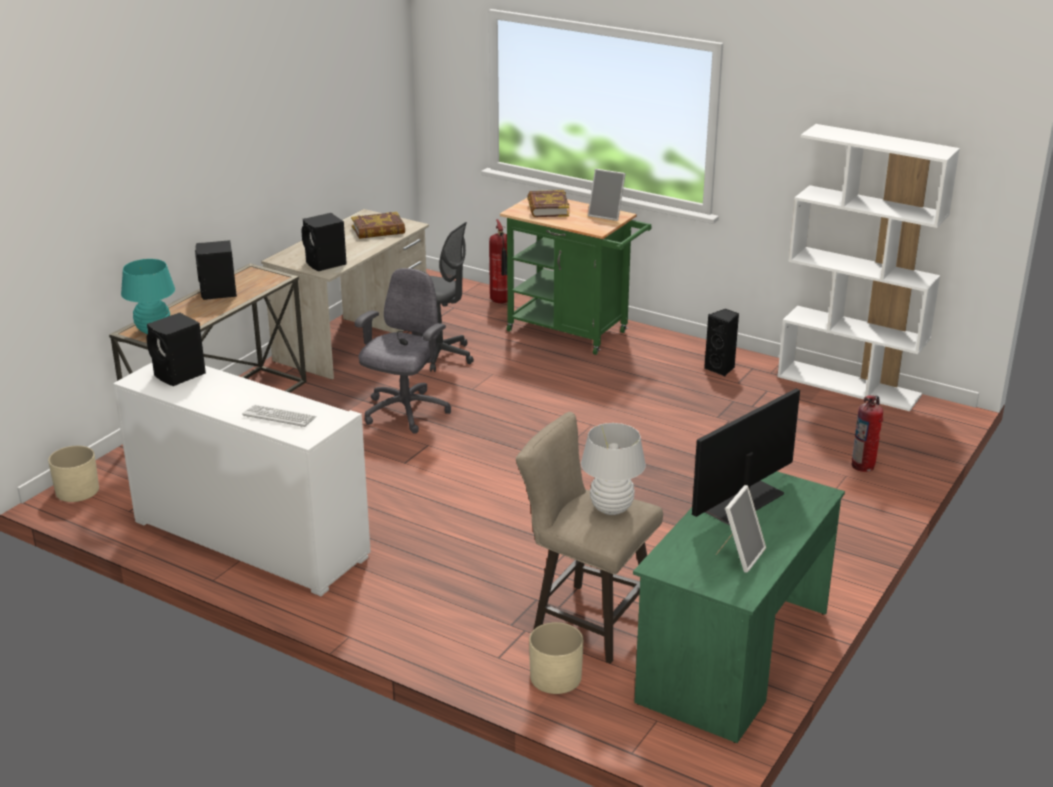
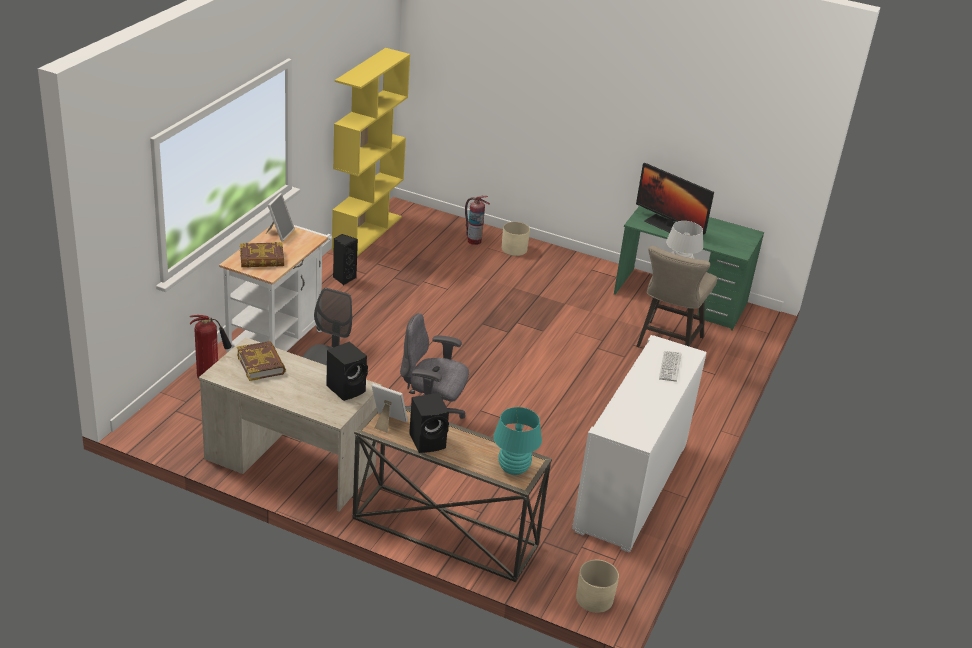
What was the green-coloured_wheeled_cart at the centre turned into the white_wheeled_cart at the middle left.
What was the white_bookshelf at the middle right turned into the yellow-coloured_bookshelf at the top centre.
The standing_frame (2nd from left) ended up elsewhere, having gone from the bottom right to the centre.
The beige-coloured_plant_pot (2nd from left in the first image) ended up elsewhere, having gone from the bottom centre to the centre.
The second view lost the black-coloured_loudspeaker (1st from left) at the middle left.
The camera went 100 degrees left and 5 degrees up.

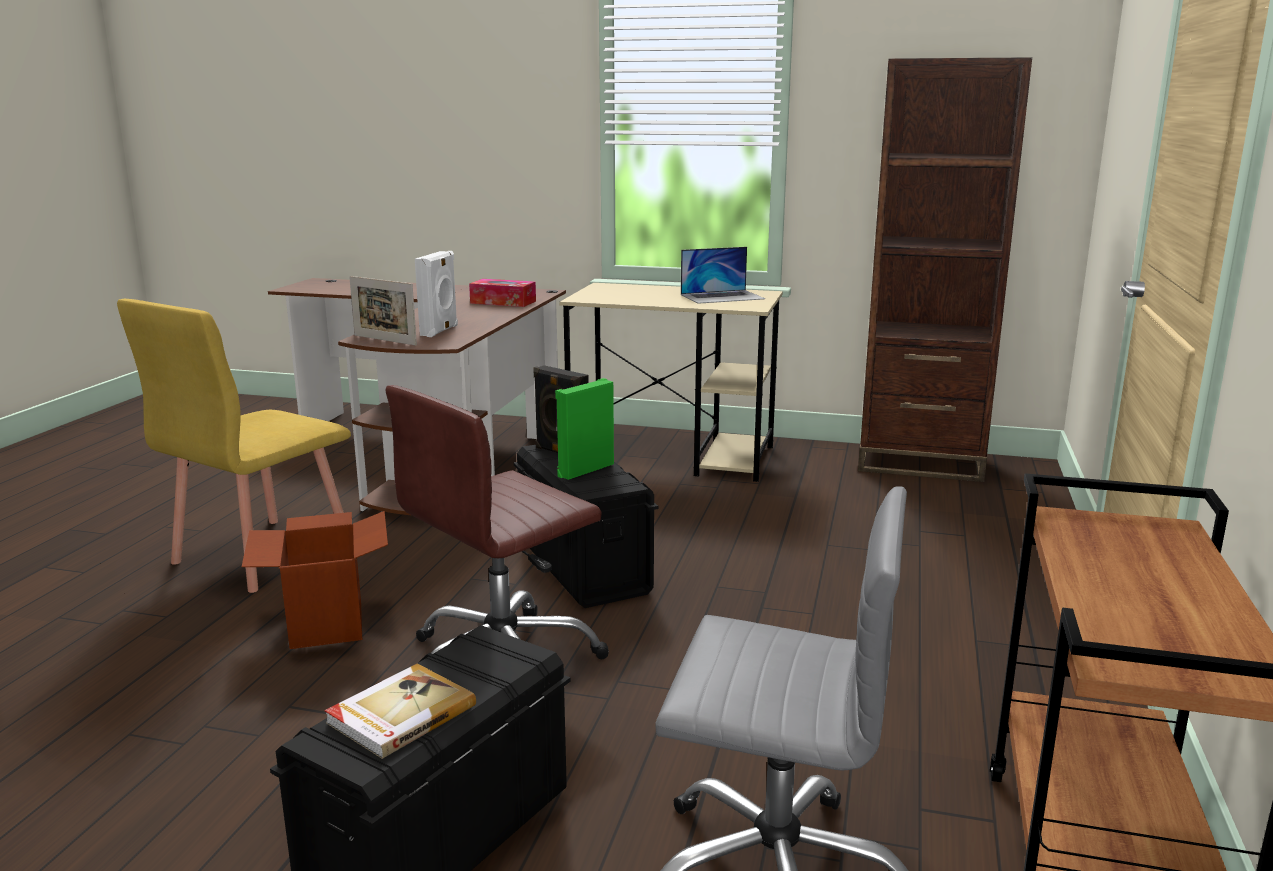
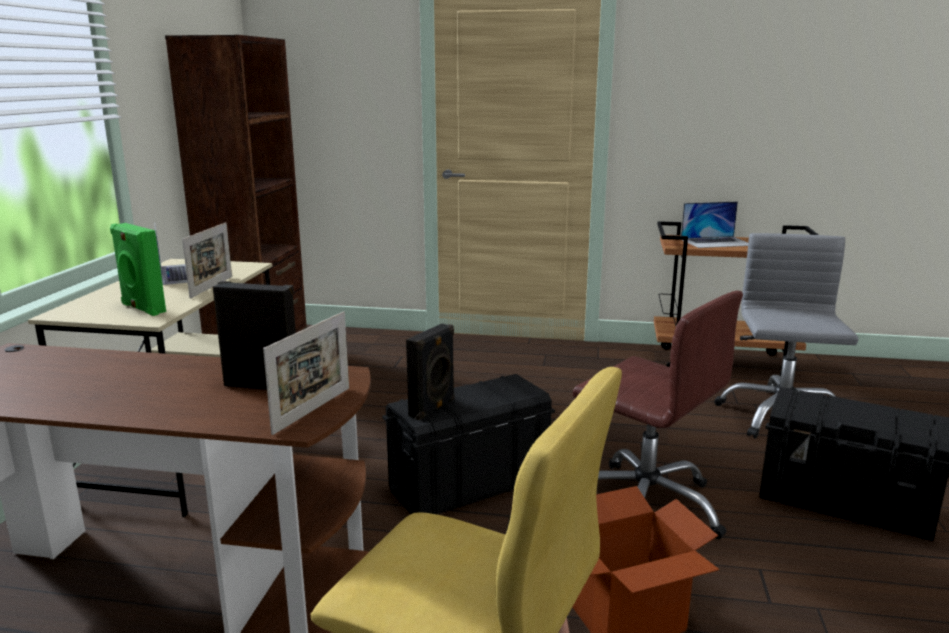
The green-coloured_loudspeaker ended up elsewhere, having gone from the centre to the middle left.
The second view gained the standing_frame (1st from left) at the middle left.
What was the white_loudspeaker at the centre turned into the black-coloured_loudspeaker (1st from left) at the middle left.
The second view gained the portable_computer (2nd from left) at the middle right.
The second view lost the bound_book at the bottom left.
The second view lost the tissue_box at the centre.
The camera went 95 degrees left and 0 degrees up.

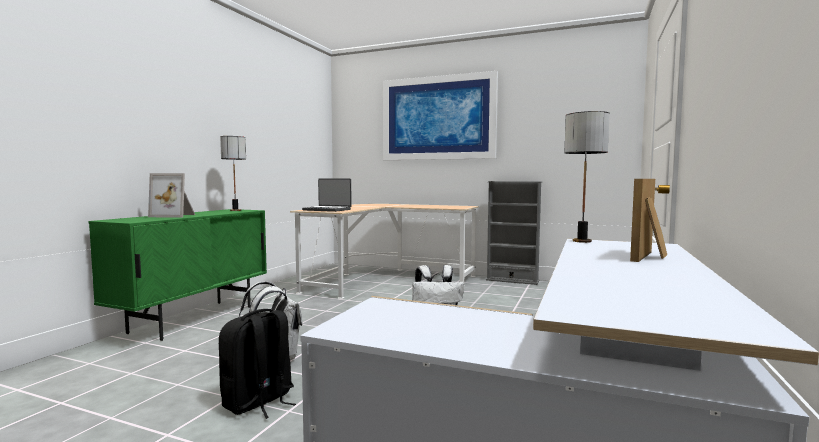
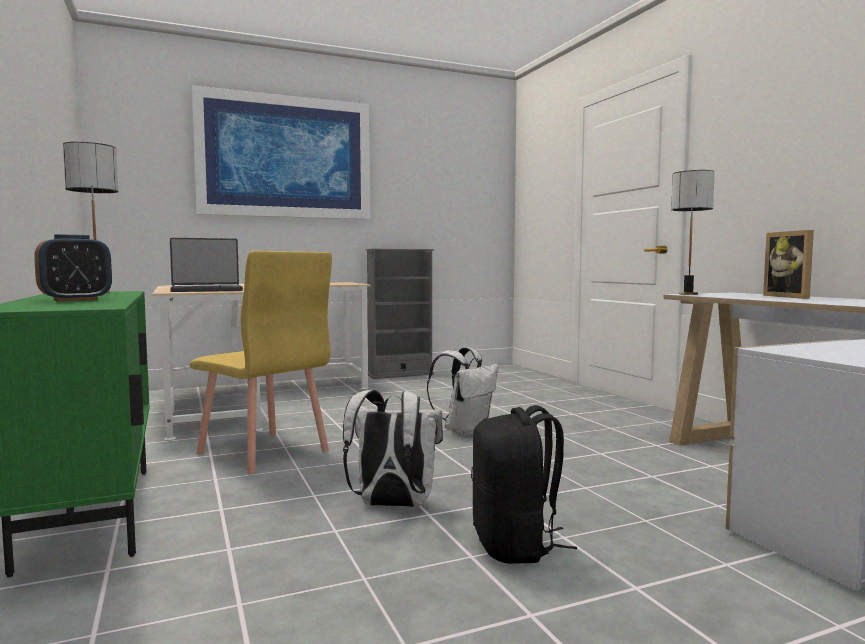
Where the standing_frame (1st from left) stood at the middle left, the bedside_clock came to stand at the middle left.
The second view gained the yellow-coloured_plain_chair at the middle left.
The camera went 45 degrees left and 0 degrees up.

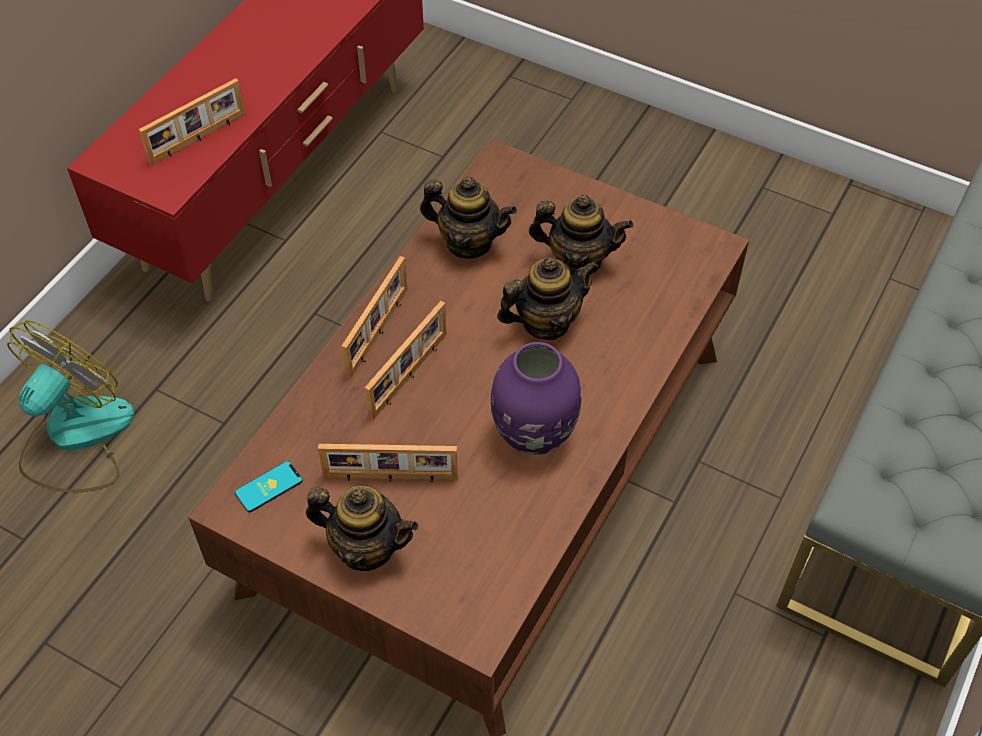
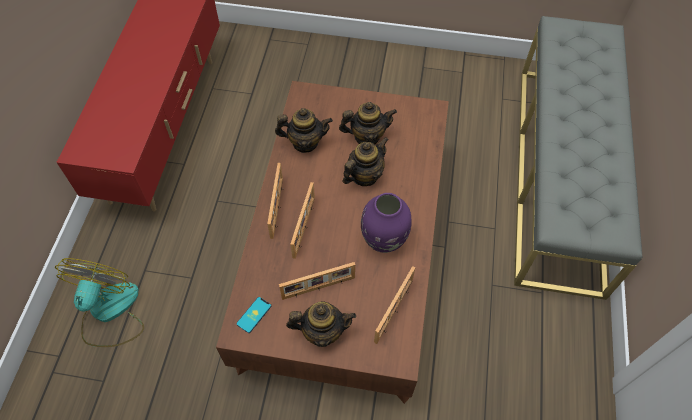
The standing_frame (1st from left in the first image) ended up elsewhere, having gone from the top left to the bottom centre.
The camera went 20 degrees left and 5 degrees up.

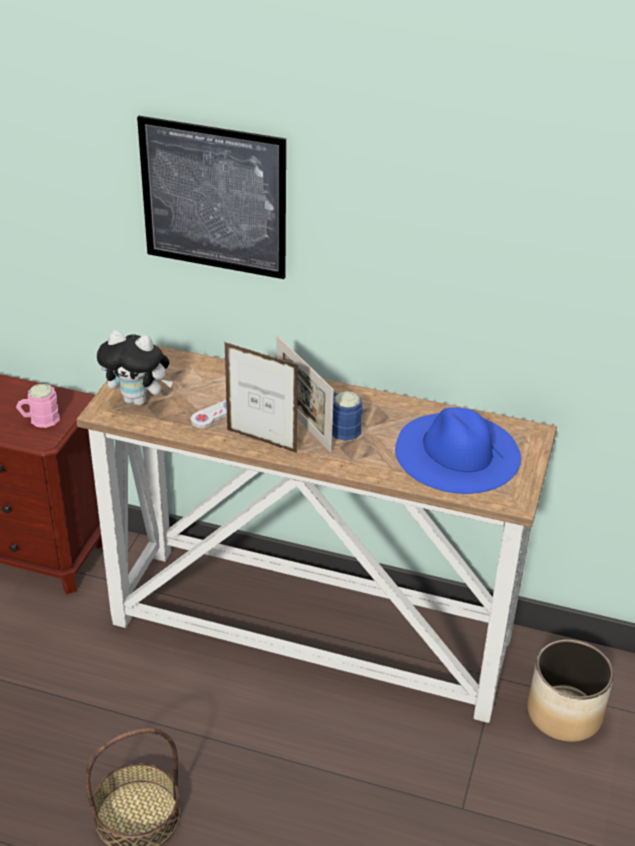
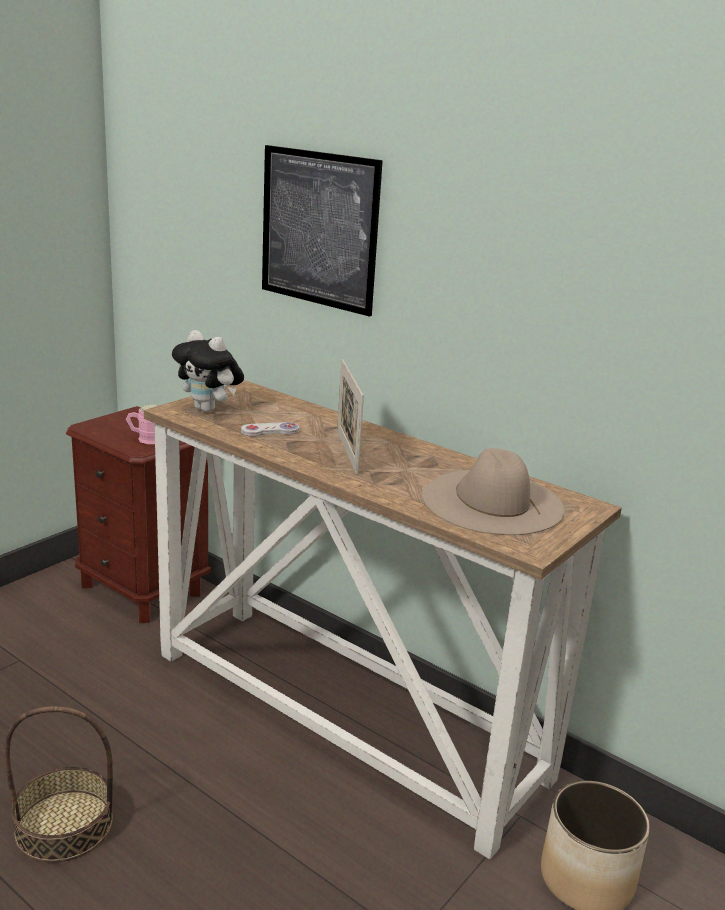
What was the blue_clothing_hat at the middle right turned into the beige-coloured_clothing_hat at the middle right.
The second view lost the standing_frame (1st from left) at the centre.
The second view lost the blue_mug at the centre.
The camera went 20 degrees right and 15 degrees down.

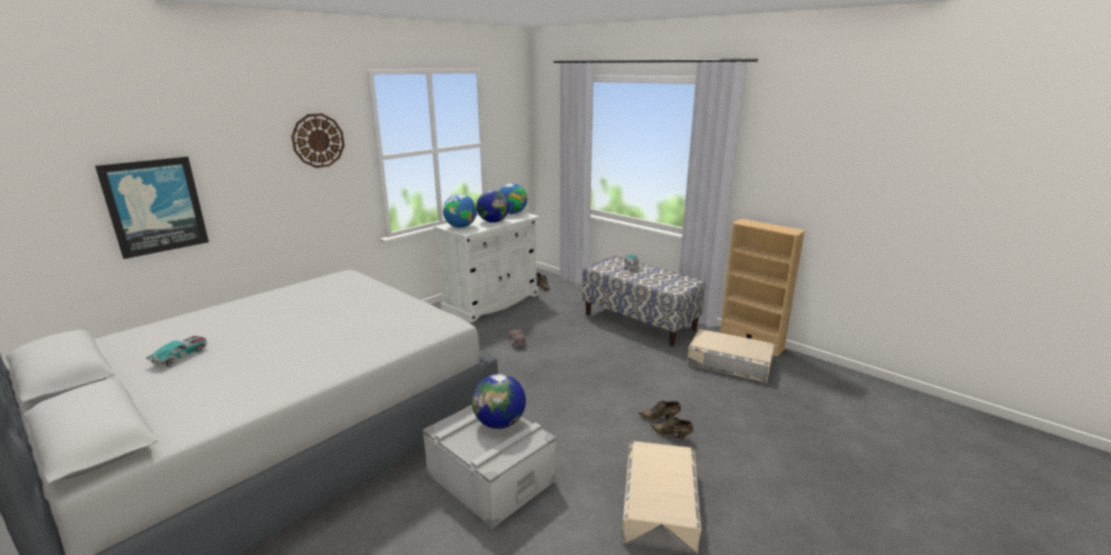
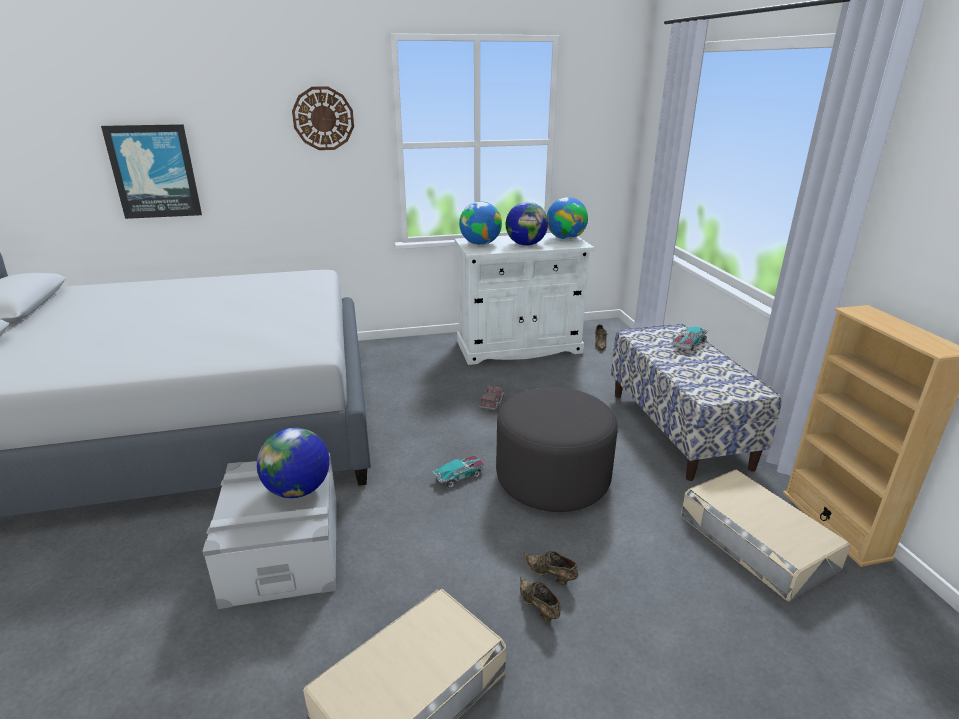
The toy_car (1st from left) ended up elsewhere, having gone from the middle left to the centre.
The second view gained the gray_footrest at the centre.
The camera went 35 degrees right and 5 degrees up.

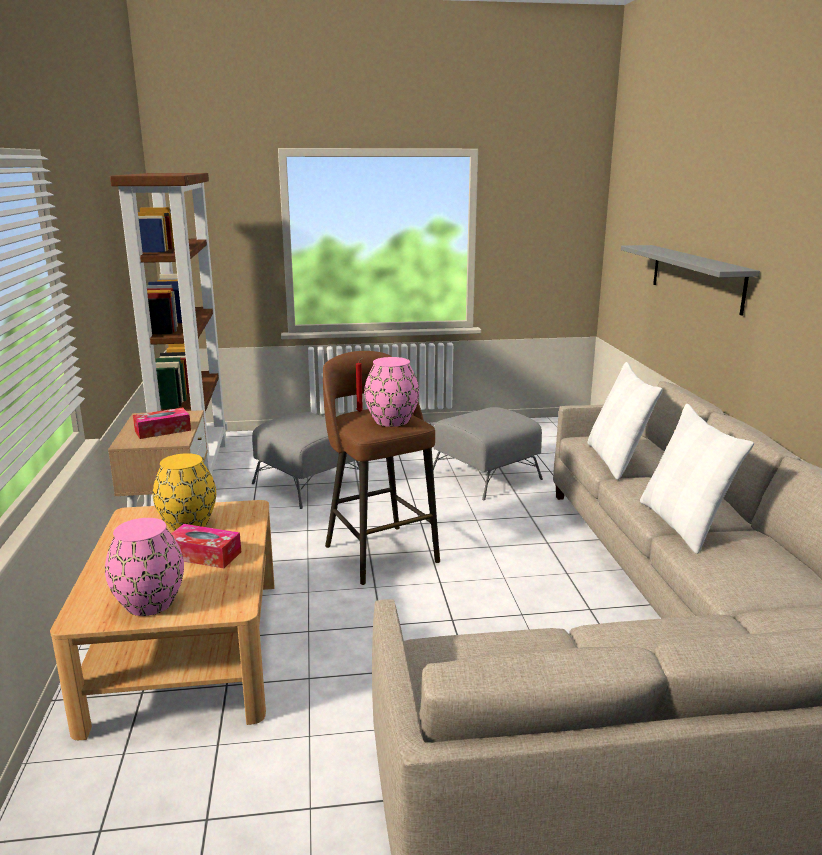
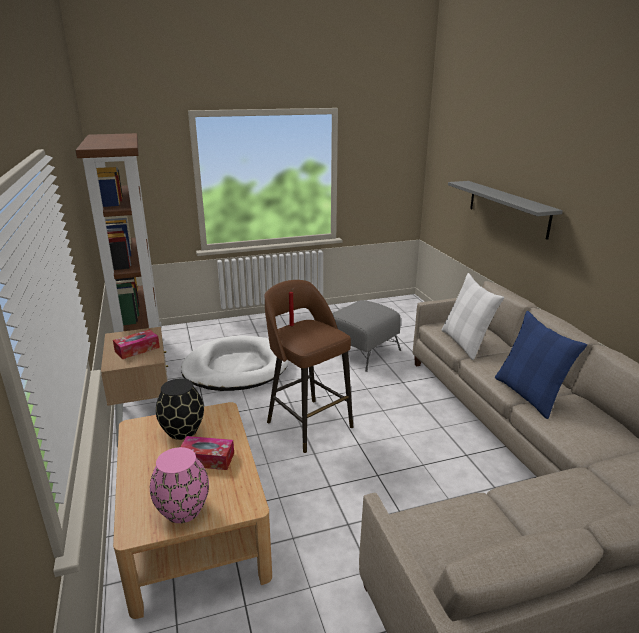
What was the yellow-coloured_vase at the middle left turned into the black-coloured_vase at the middle left.
Where the gray_footrest (1st from left) stood at the centre, the white_dog_cushion came to stand at the centre.
What was the white_cushion (2nd from left) at the middle right turned into the blue_cushion at the middle right.
The second view lost the pinkish_vase (2nd from left) at the centre.
The camera went 10 degrees left and 5 degrees up.

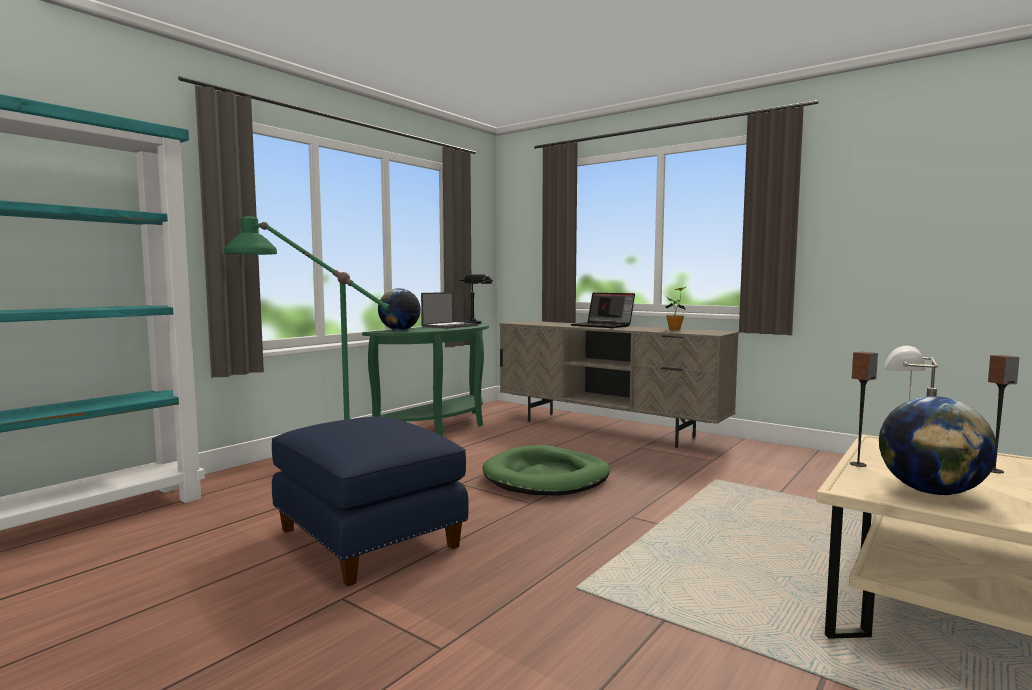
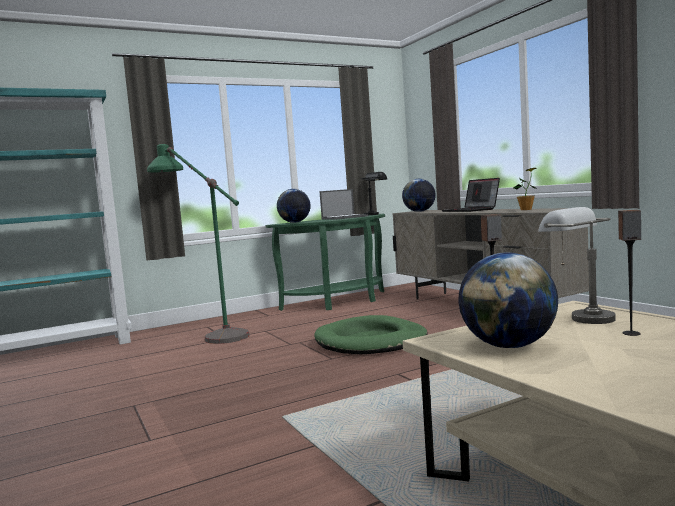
The second view gained the world_globe (2nd from left) at the centre.
The second view lost the blue_footrest at the bottom centre.
The camera went 25 degrees right and 0 degrees up.

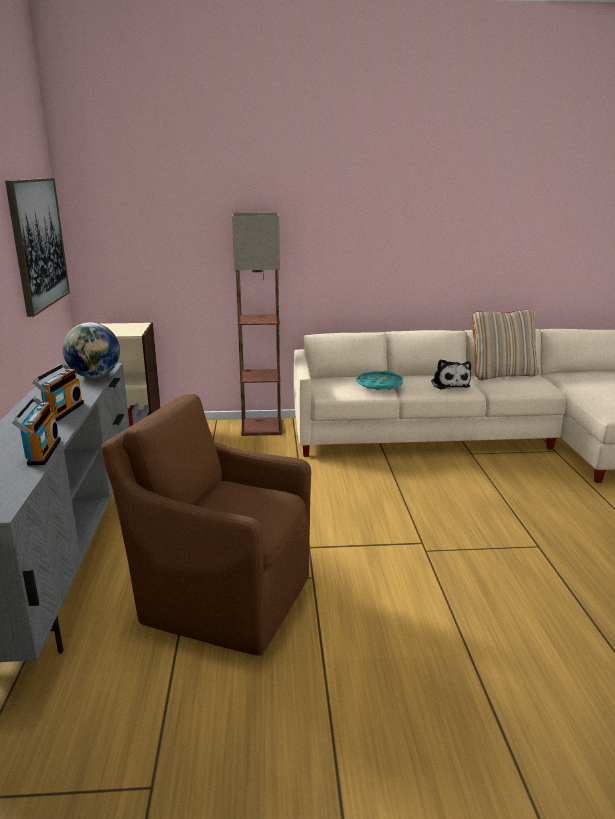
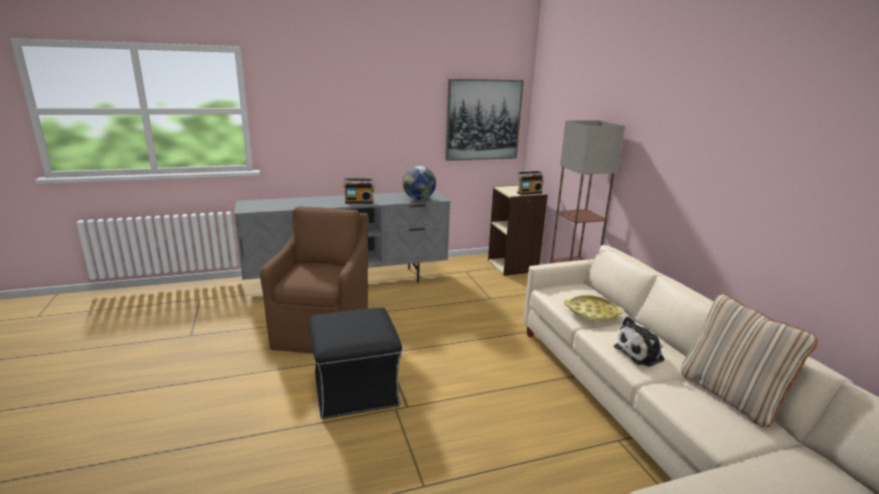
The second view gained the black-coloured_footrest at the bottom centre.
The radio_receiver (1st from left in the first image) ended up elsewhere, having gone from the middle left to the centre.
What was the blue-green_carrying_tray at the centre turned into the yellow-coloured_carrying_tray at the middle right.
The camera went 75 degrees right and 0 degrees up.

